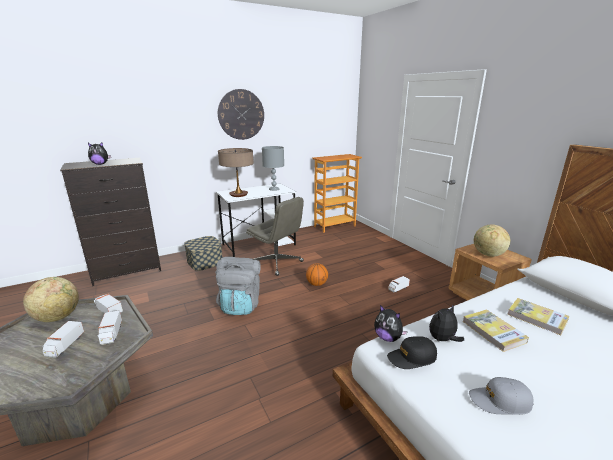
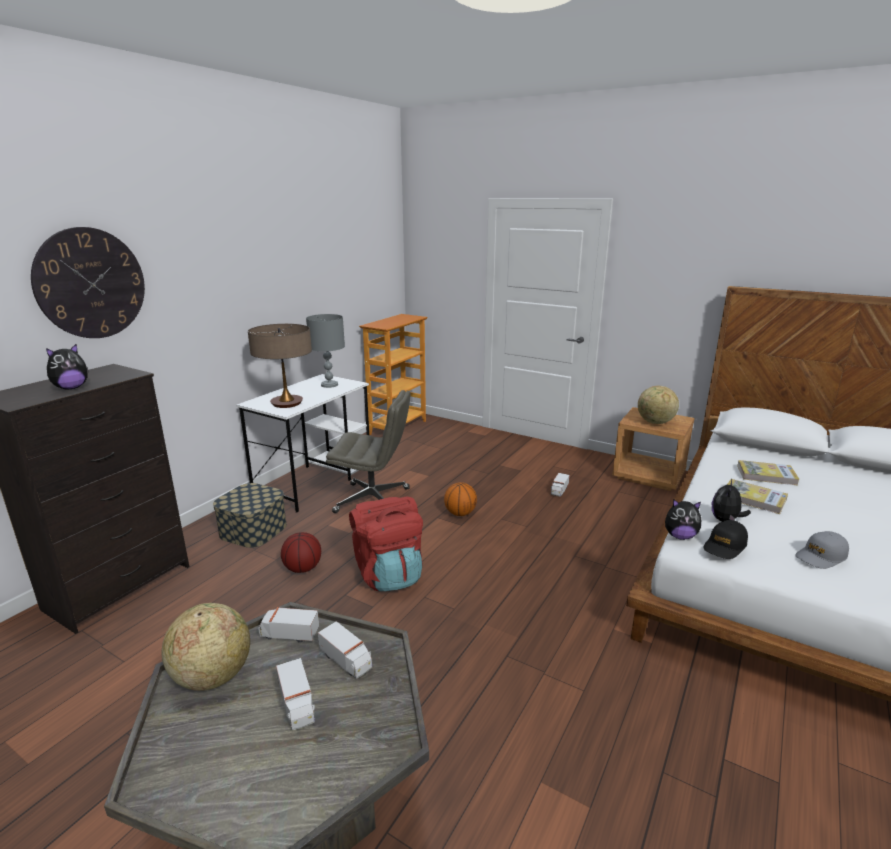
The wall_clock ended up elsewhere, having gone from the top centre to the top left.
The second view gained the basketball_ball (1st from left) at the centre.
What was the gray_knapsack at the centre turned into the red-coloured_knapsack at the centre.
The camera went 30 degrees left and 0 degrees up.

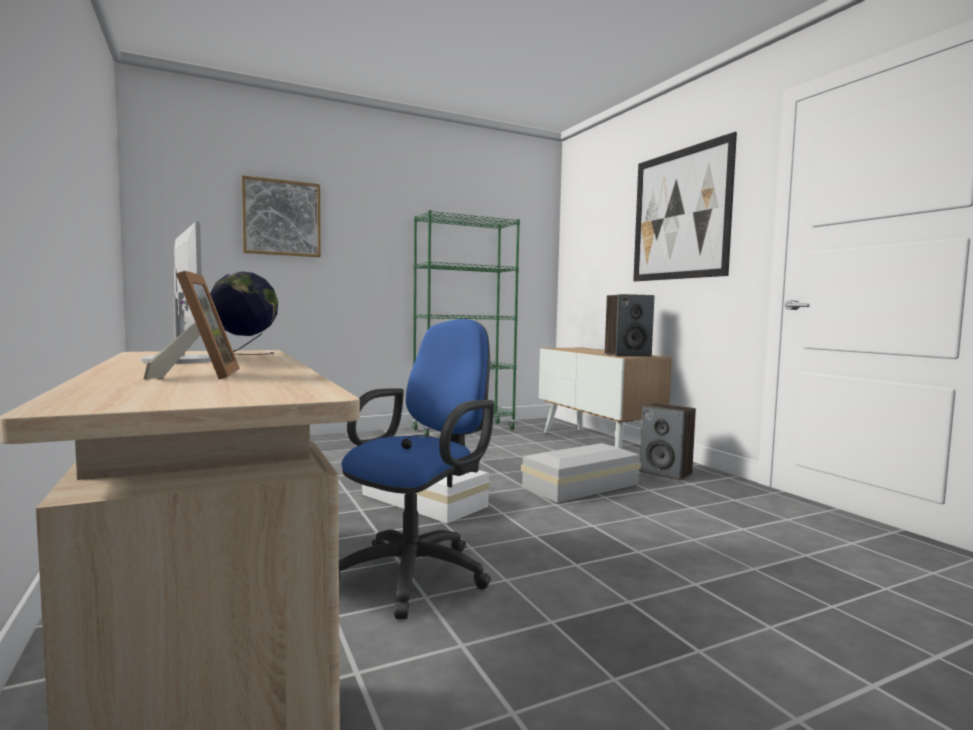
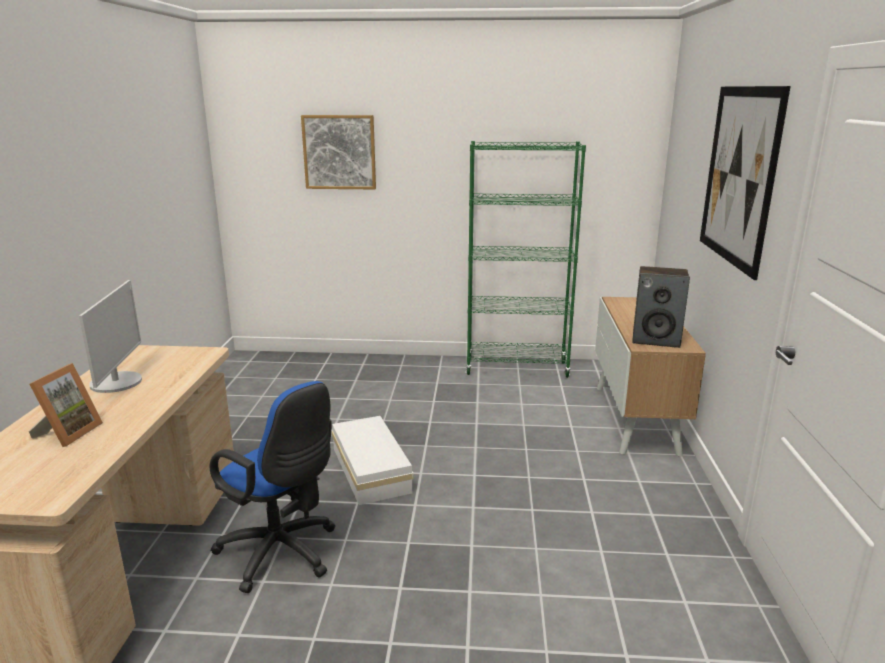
The blue_computer_chair at the centre ended up facing another way, 60 degrees clockwise from before.
The second view lost the world_globe at the middle left.
The second view lost the white_storage_bin (2nd from left) at the centre.
The second view lost the loudspeaker (2nd from left) at the middle right.
The camera went 30 degrees right and 15 degrees up.

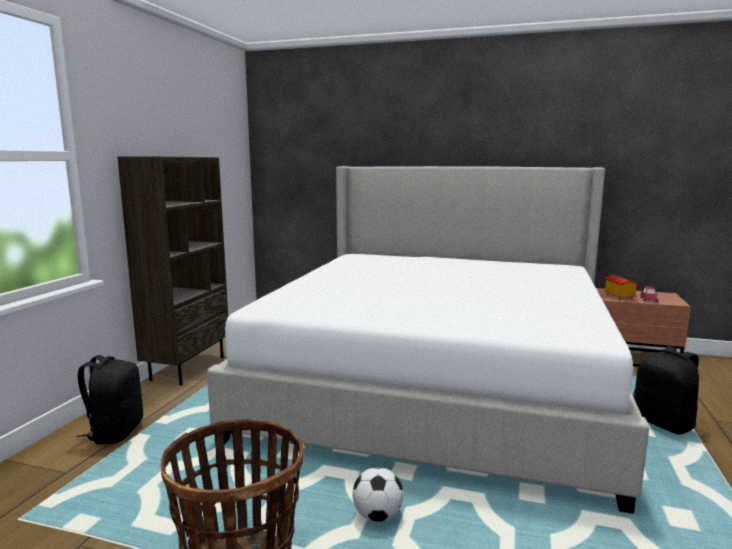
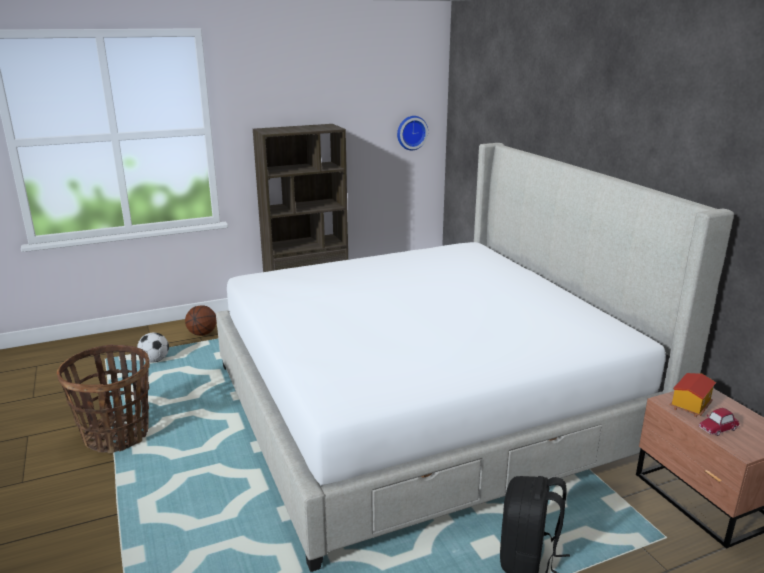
The football_ball ended up elsewhere, having gone from the bottom centre to the middle left.
Where the black-coloured_knapsack (1st from left) stood at the bottom left, the basketball_ball came to stand at the middle left.
The second view gained the wall_clock at the top centre.
The camera went 50 degrees right and 10 degrees up.

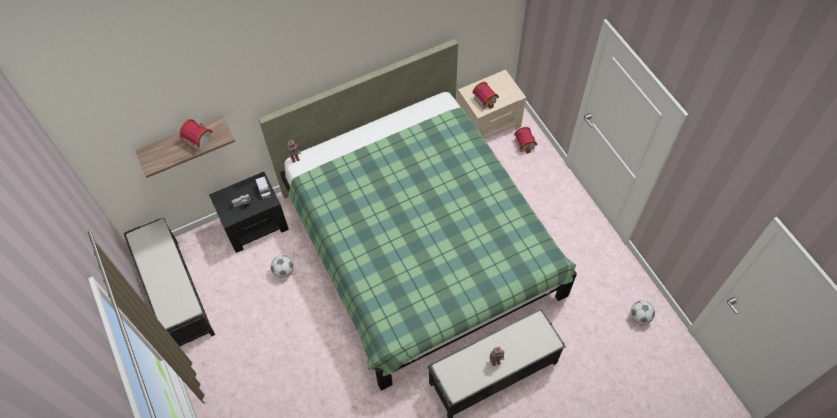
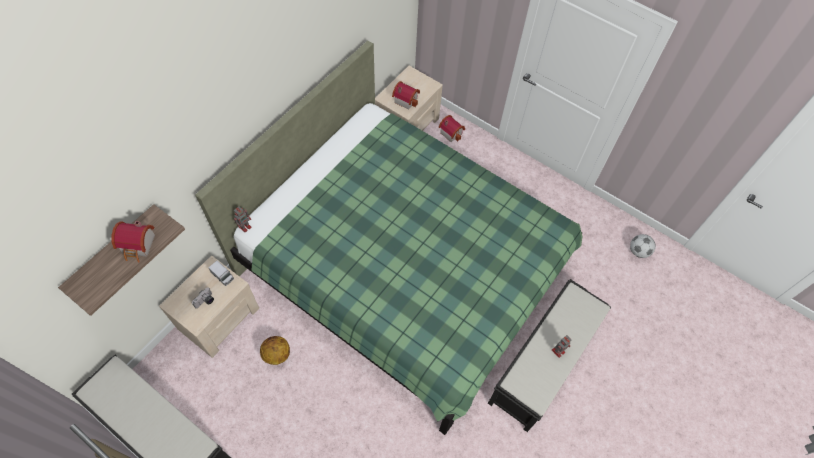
What was the black-coloured_nightstand at the middle left turned into the beige-coloured_nightstand (1st from left) at the bottom left.
Where the football_ball (1st from left) stood at the centre, the basketball_ball came to stand at the bottom centre.
The camera went 30 degrees left and 0 degrees up.

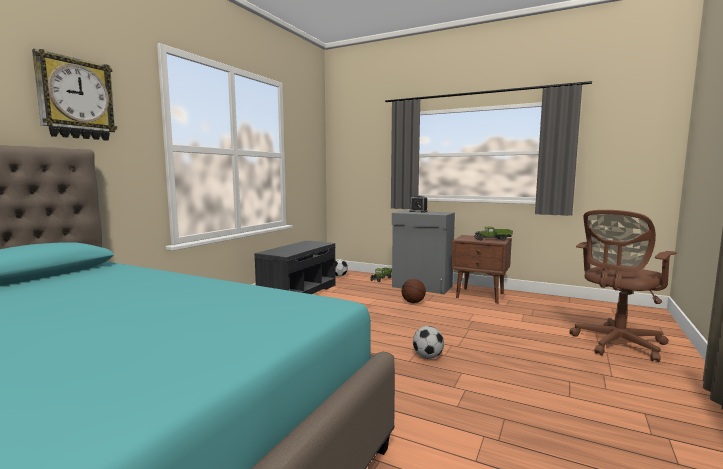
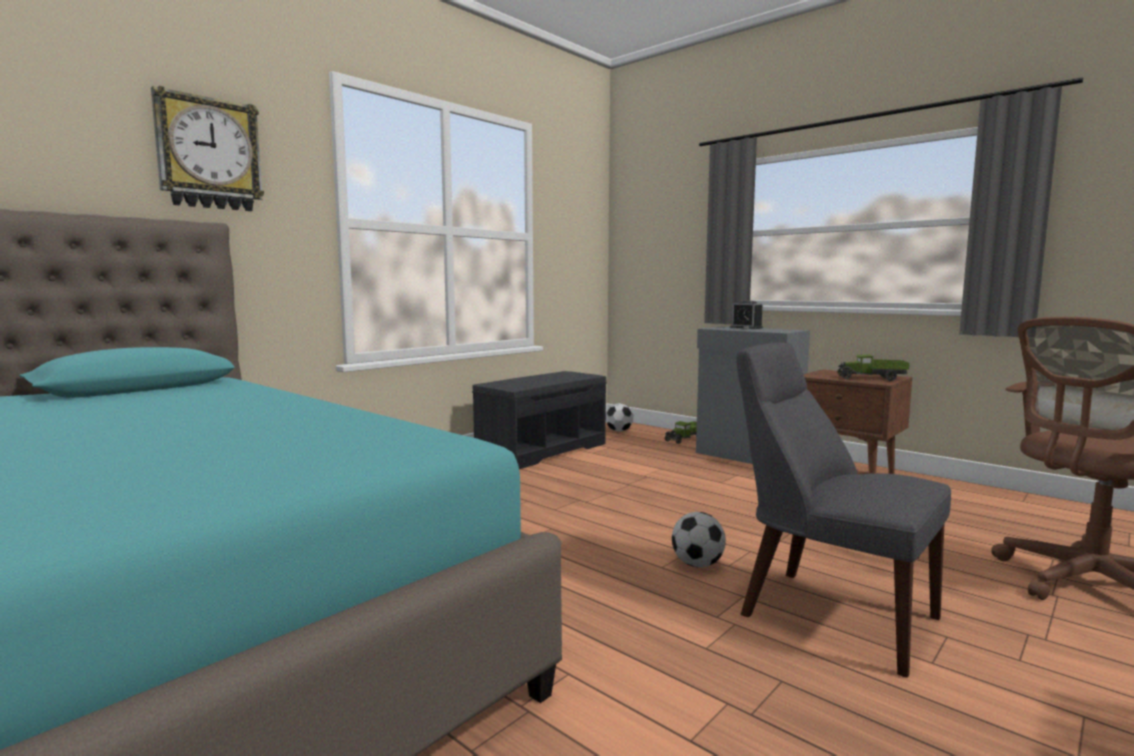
The second view gained the gray_plain_chair at the bottom right.
The second view lost the basketball_ball at the centre.
The camera went 15 degrees right and 0 degrees up.

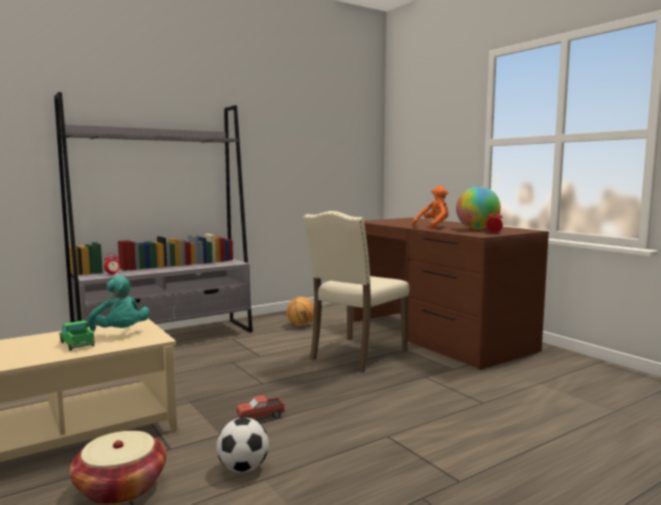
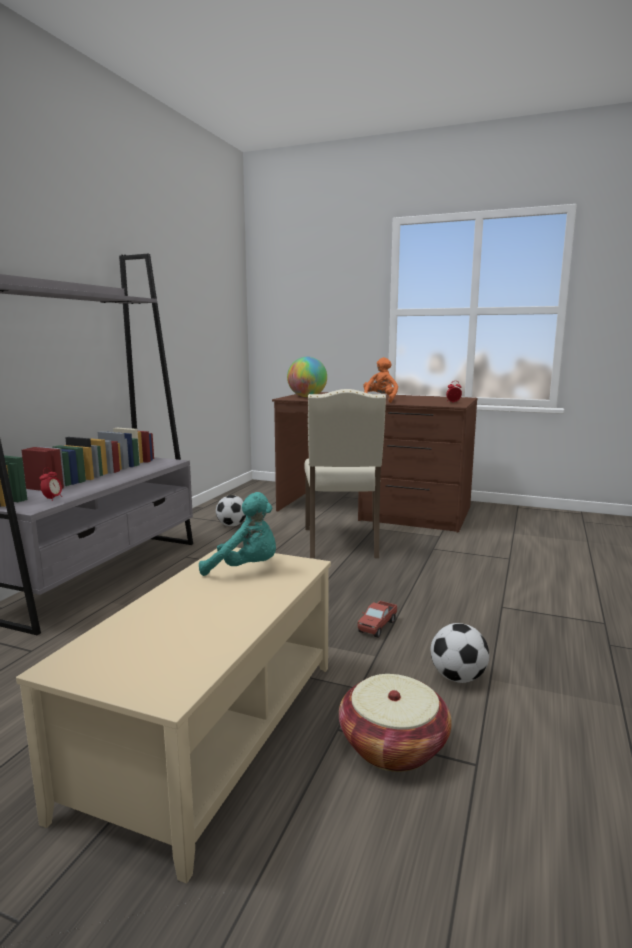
Where the basketball_ball stood at the centre, the football_ball (1st from left) came to stand at the centre.
The world_globe ended up elsewhere, having gone from the middle right to the centre.
The second view lost the model_truck (1st from left) at the middle left.
The camera went 35 degrees left and 5 degrees up.

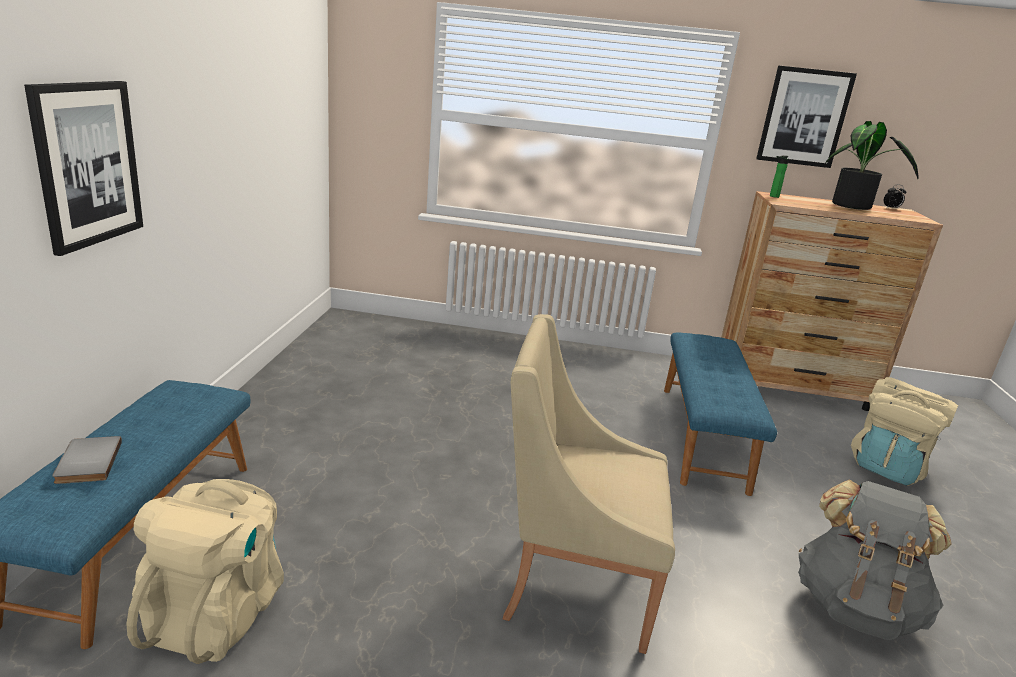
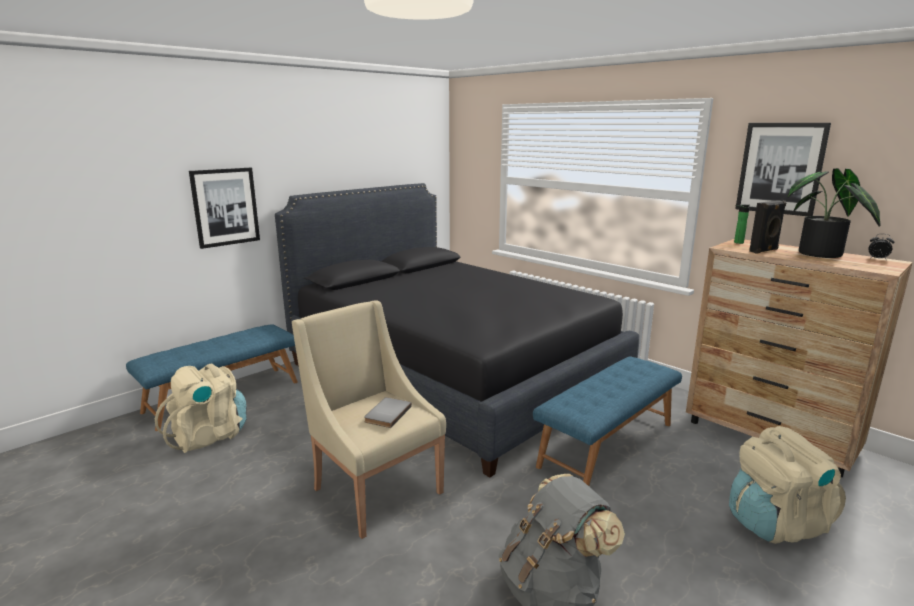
The second view gained the black-coloured_bed at the centre.
The gray_bound_book ended up elsewhere, having gone from the bottom left to the bottom centre.
The second view gained the black-coloured_loudspeaker at the middle right.
The camera went 40 degrees right and 5 degrees down.

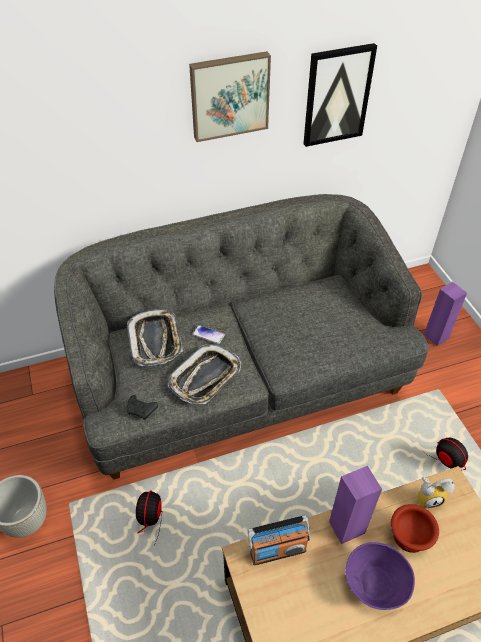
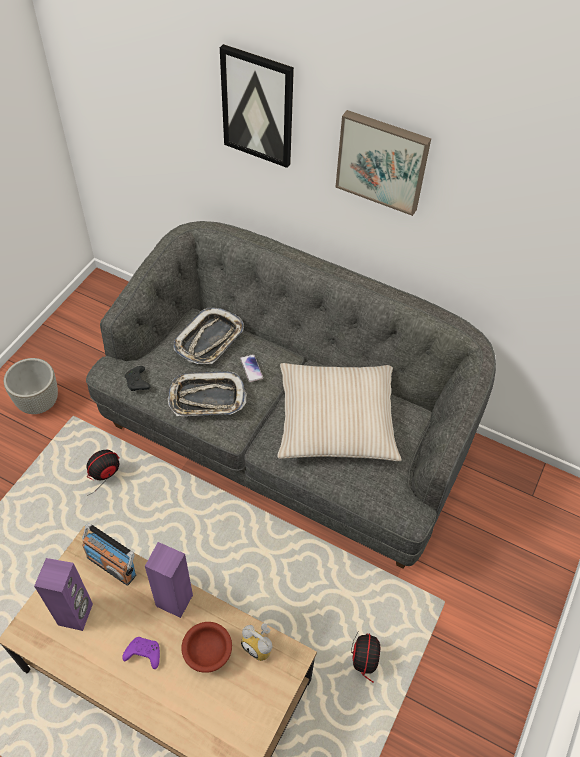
The purple-coloured_loudspeaker (2nd from left in the first image) ended up elsewhere, having gone from the middle right to the bottom left.
Where the purple-coloured_serving_bowl stood at the bottom right, the purple-coloured_joypad came to stand at the bottom left.
The wall_picture (2nd from left in the first image) ended up elsewhere, having gone from the top right to the top centre.
The second view gained the beige-coloured_cushion at the centre.
The camera went 45 degrees right and 5 degrees up.

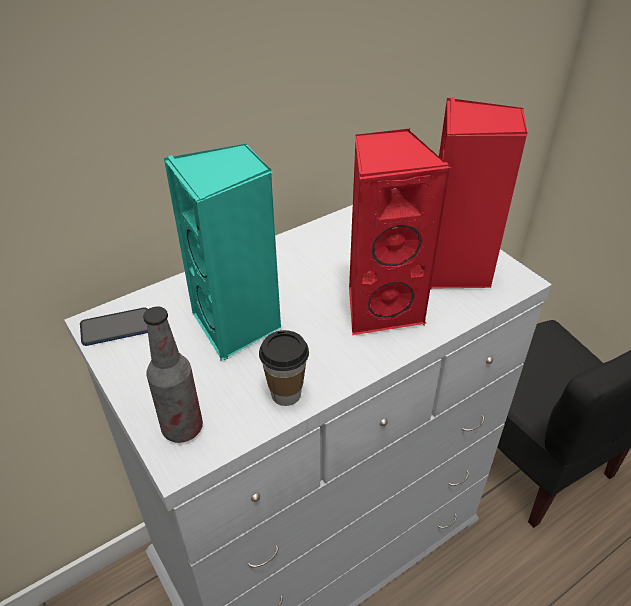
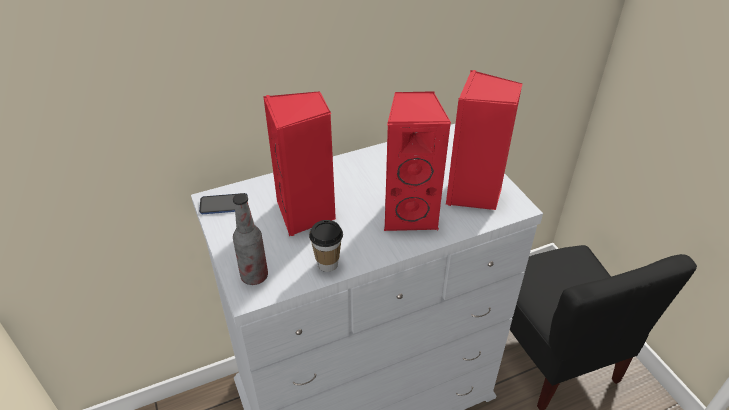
What was the blue-green_loudspeaker at the centre turned into the red-coloured_loudspeaker (1st from left) at the centre.
The camera went 10 degrees right and 0 degrees up.

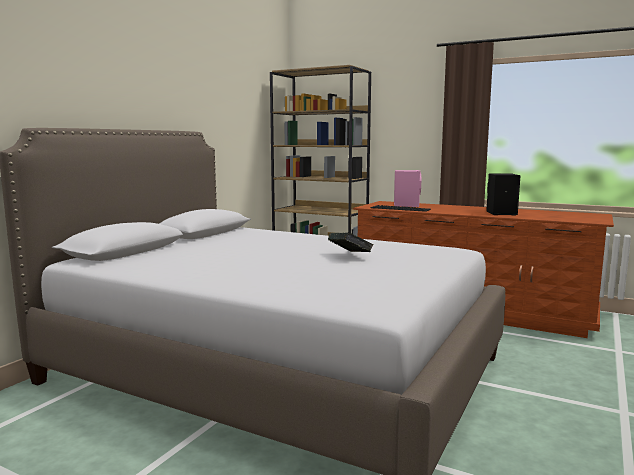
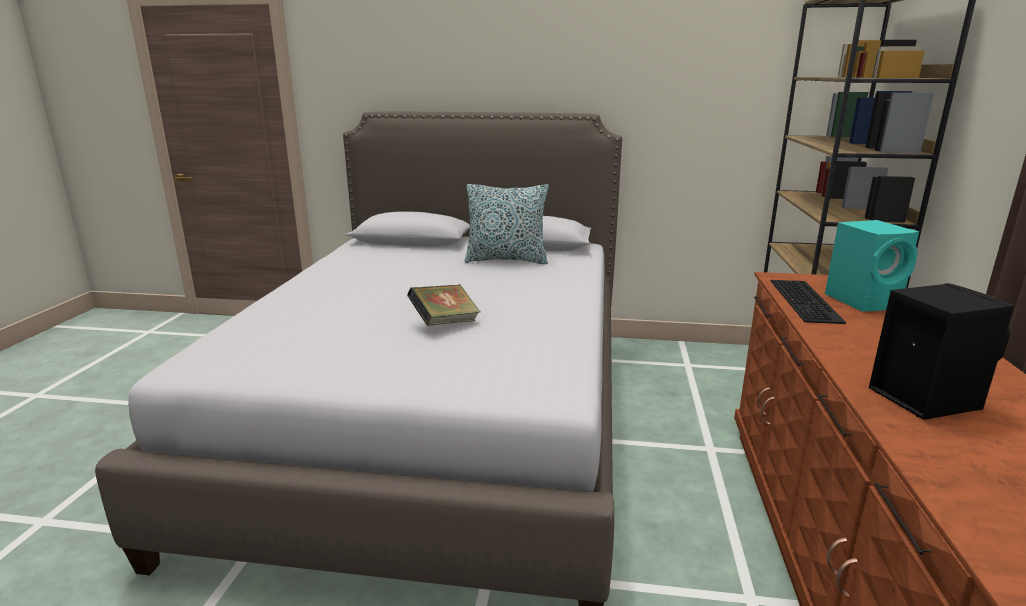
The second view gained the cushion at the centre.
What was the pinkish_loudspeaker at the centre turned into the blue-green_loudspeaker at the middle right.
The camera went 70 degrees right and 10 degrees up.

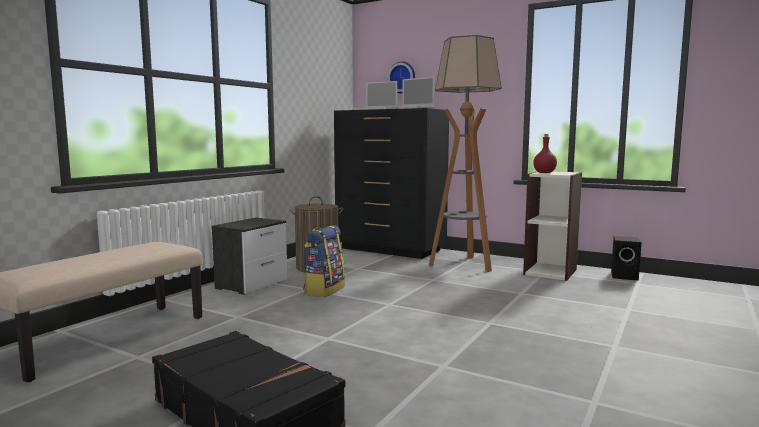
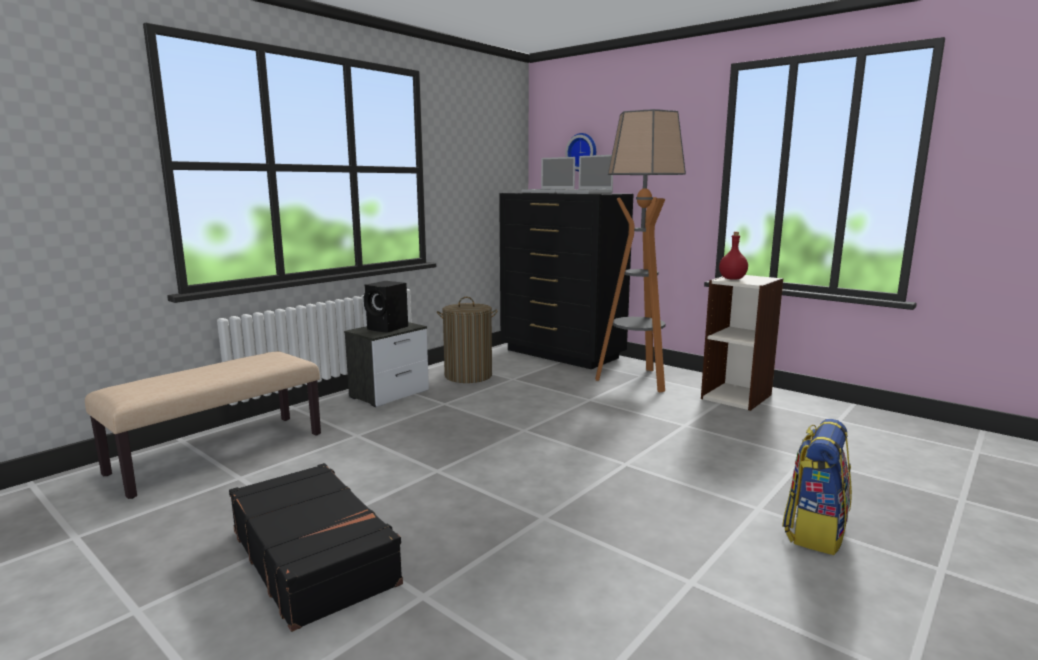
The black-coloured_loudspeaker ended up elsewhere, having gone from the middle right to the centre.
The knapsack ended up elsewhere, having gone from the centre to the bottom right.
The camera went 10 degrees right and 5 degrees up.

